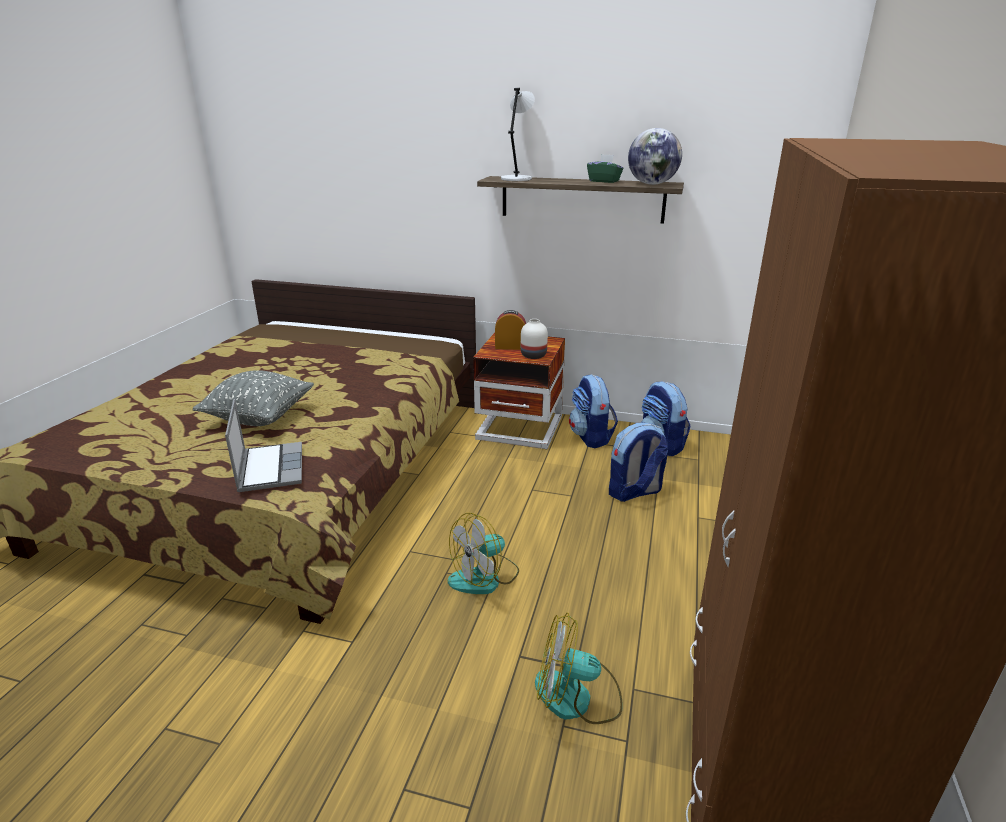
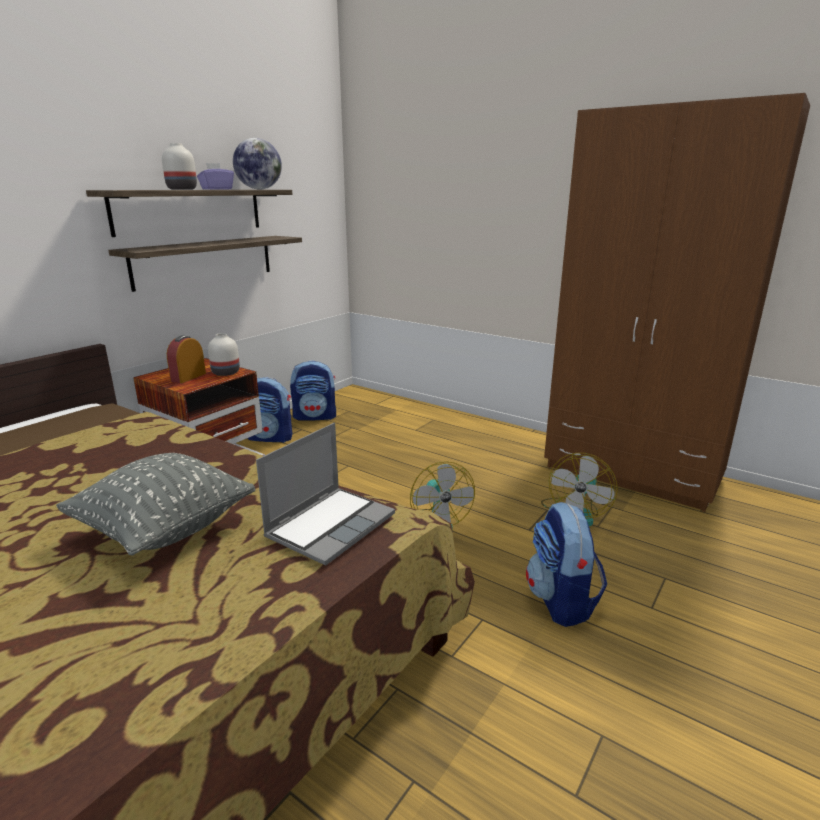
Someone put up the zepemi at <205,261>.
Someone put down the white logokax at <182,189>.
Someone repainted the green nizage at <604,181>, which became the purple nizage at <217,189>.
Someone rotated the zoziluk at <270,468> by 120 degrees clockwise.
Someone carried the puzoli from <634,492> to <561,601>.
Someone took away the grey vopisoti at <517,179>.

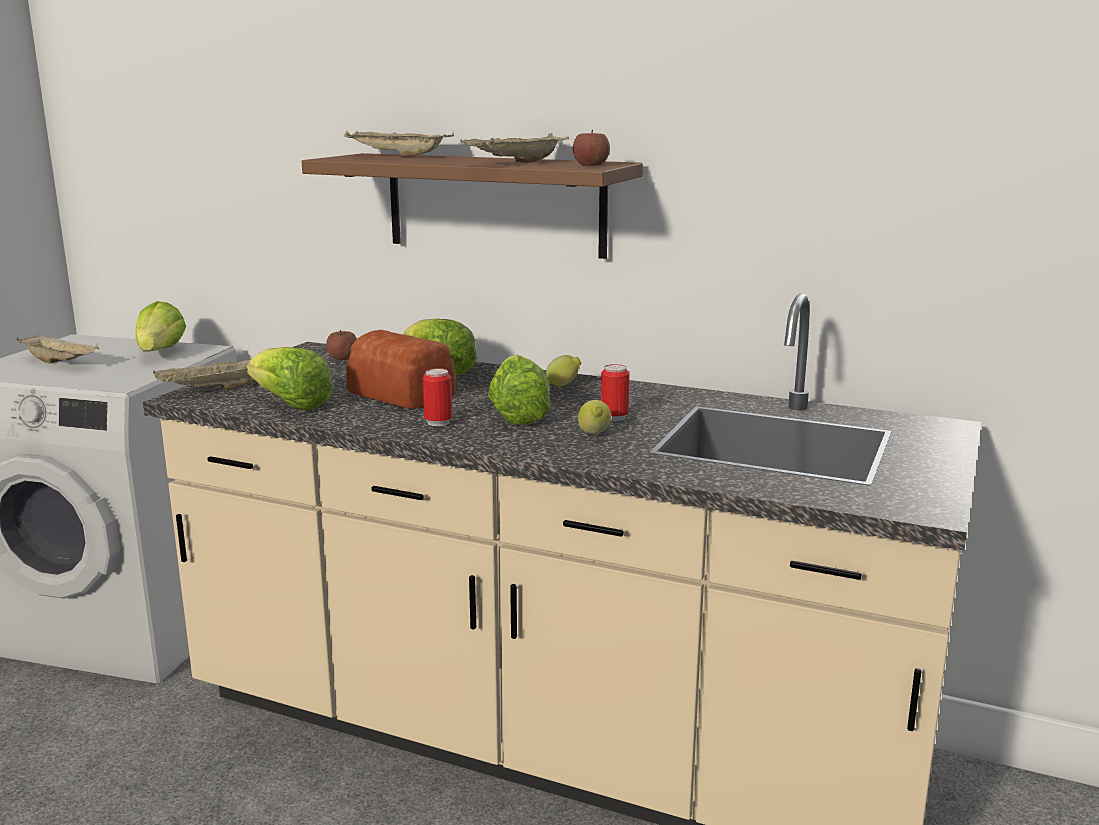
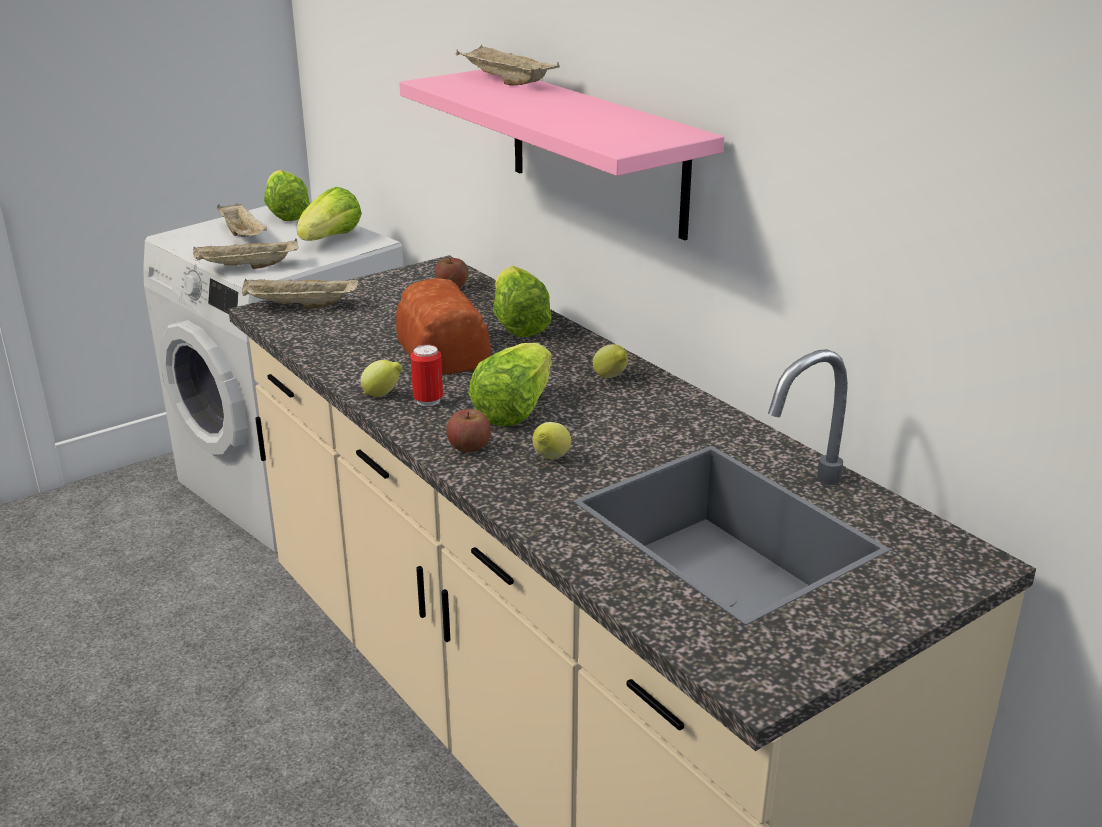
Someone carried the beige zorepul from <517,163> to <246,267>.
Someone carried the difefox from <290,404> to <286,214>.
Someone put down the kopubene at <383,394>.
Someone repainted the brown zepemi at <495,204>, which became the pink zepemi at <596,151>.
Someone carried the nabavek from <591,165> to <469,447>.
Someone took away the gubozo at <614,417>.

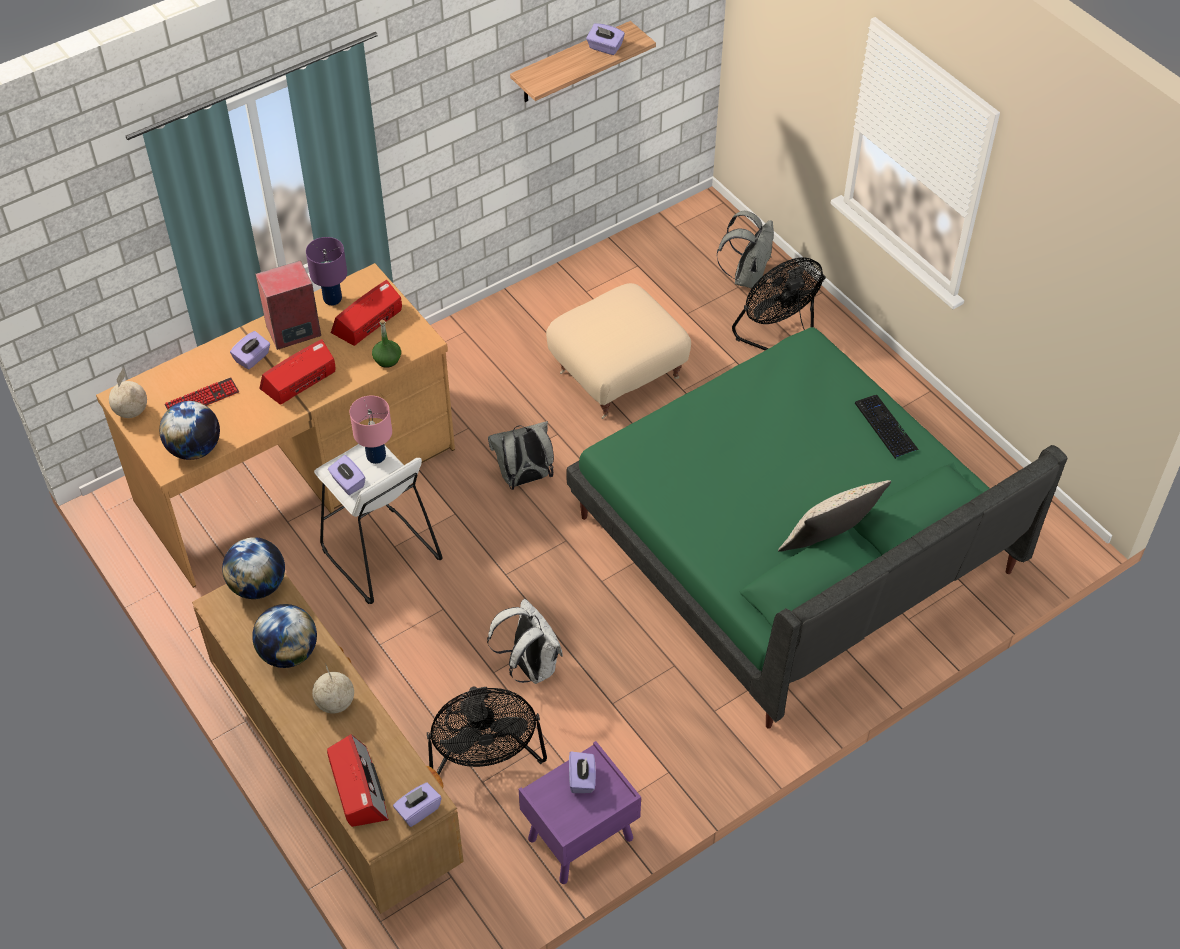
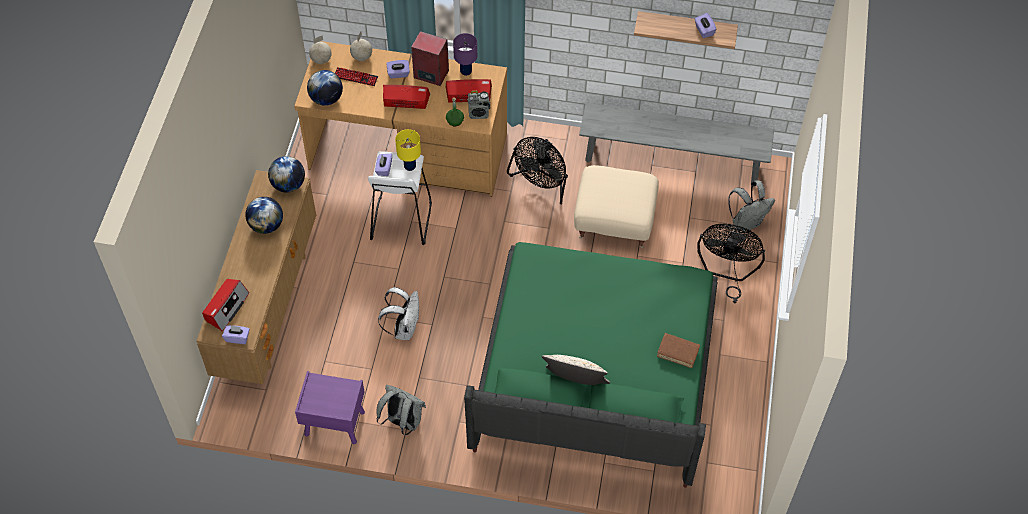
Someone carried the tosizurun from <335,702> to <362,57>.
Someone carried the grey puzoli from <524,479> to <402,422>.
Someone repainted the pink vopisoti at <377,458>, which became the yellow vopisoti at <410,167>.
Someone put down the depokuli at <479,114>.
Someone carried the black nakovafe from <481,752> to <540,180>.
Someone put down the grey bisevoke at <672,161>.
Someone swapped the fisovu at <885,427> for the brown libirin at <678,352>.
Someone took away the purple nizage at <582,779>.

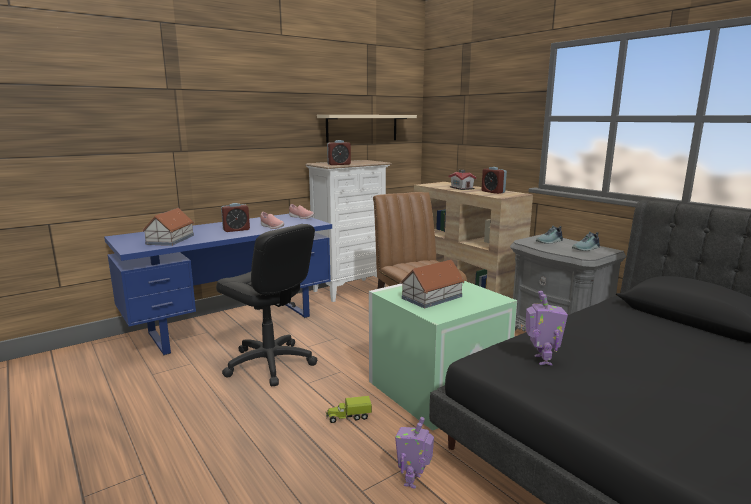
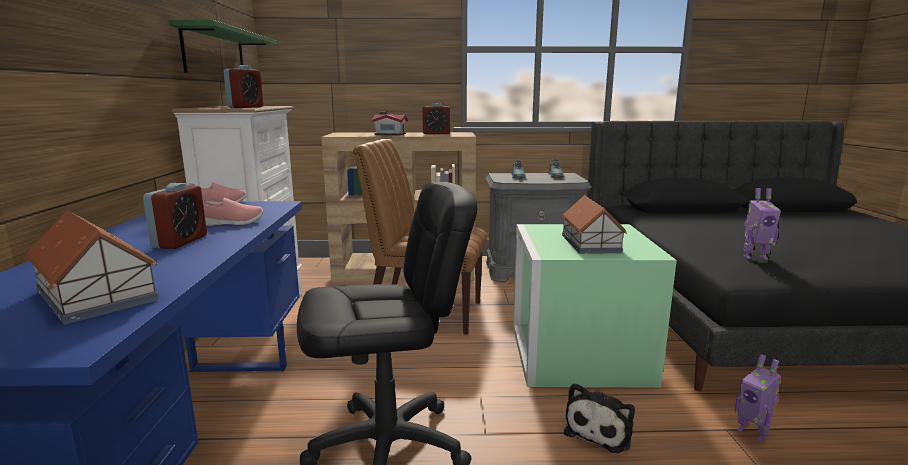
Someone repainted the beige zepemi at <362,128>, which became the green zepemi at <215,53>.
Someone swapped the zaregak at <348,417> for the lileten at <600,430>.
Someone rotated the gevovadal at <541,360> by 150 degrees clockwise.

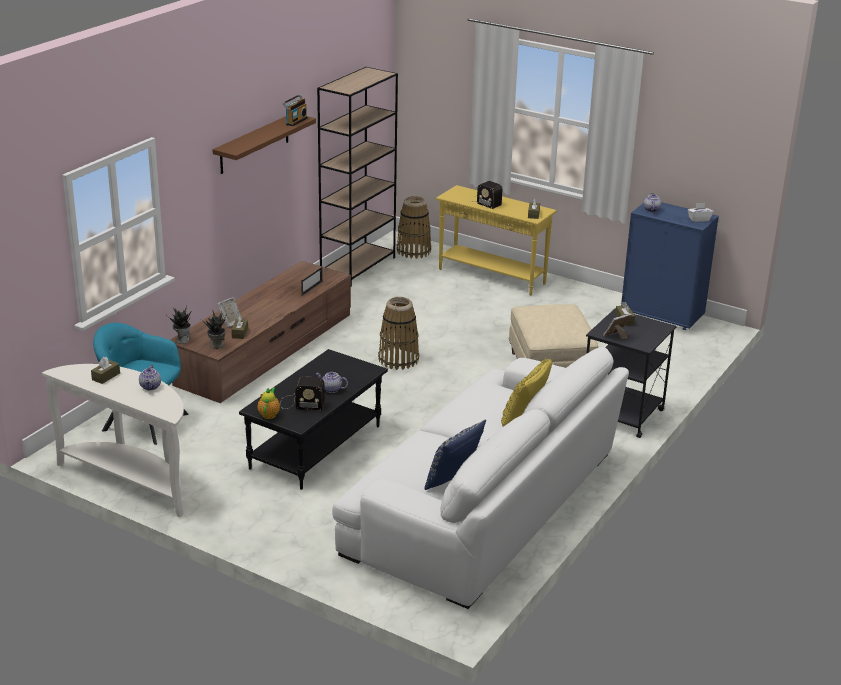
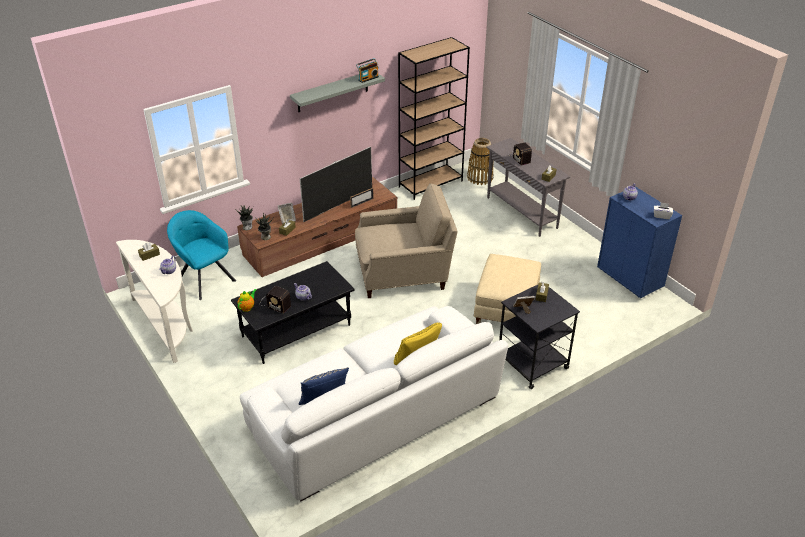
Someone repainted the brown zepemi at <254,143>, which became the grey zepemi at <333,91>.
Someone put down the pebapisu at <338,205>.
Someone swapped the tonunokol at <398,360> for the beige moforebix at <403,271>.
Someone repainted the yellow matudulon at <493,276>, which became the grey matudulon at <522,213>.

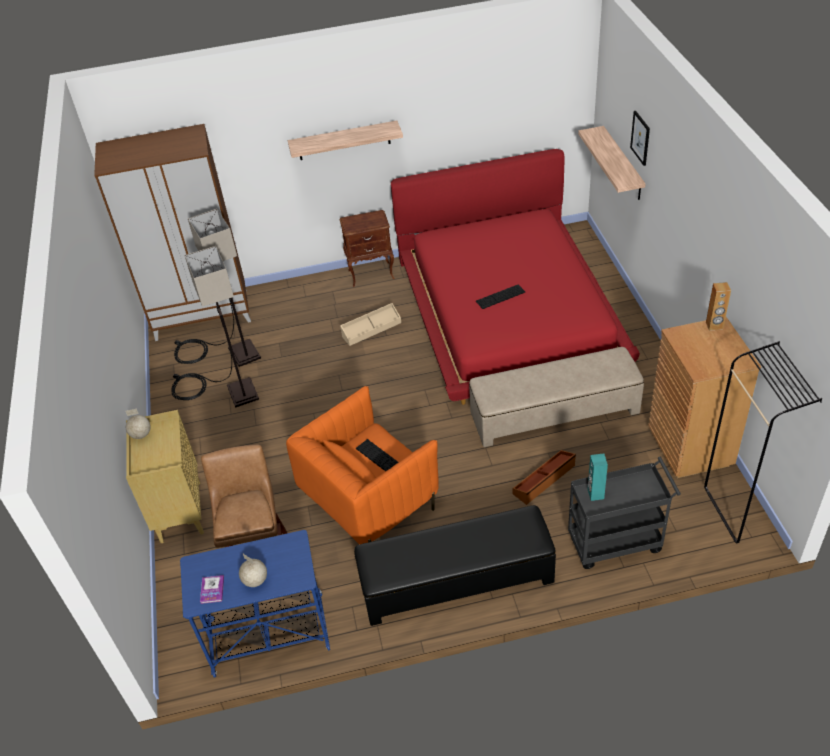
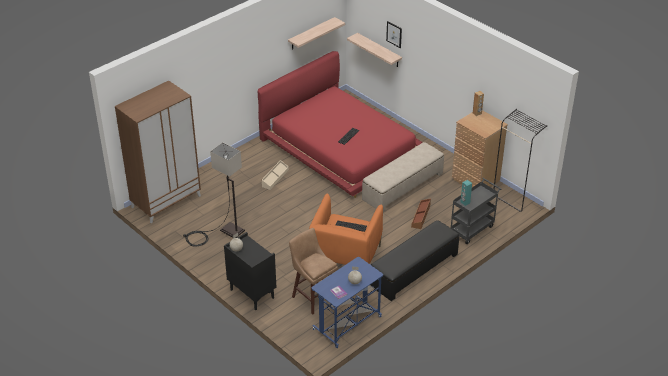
Someone repainted the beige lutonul at <180,511>, which became the black lutonul at <252,293>.
Someone carried the zepemi from <344,140> to <311,34>.
Someone took away the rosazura at <215,352>.
Someone took away the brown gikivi at <371,274>.

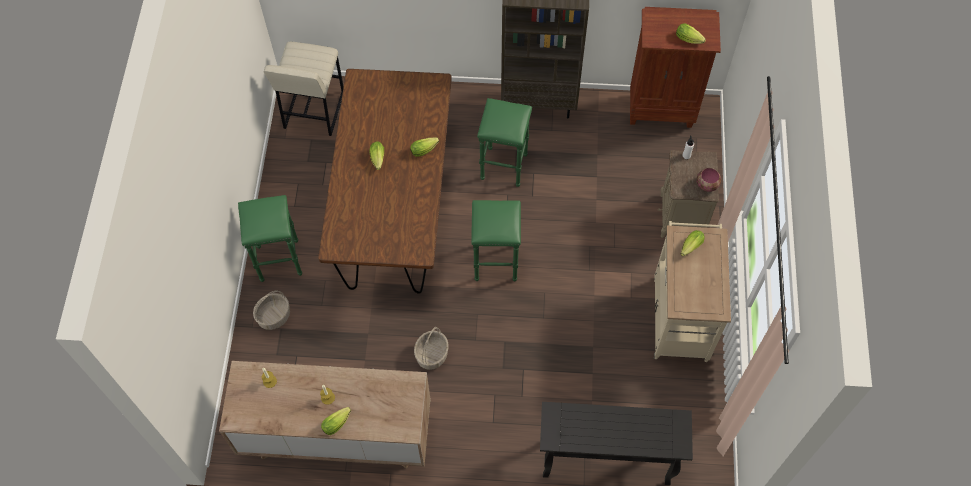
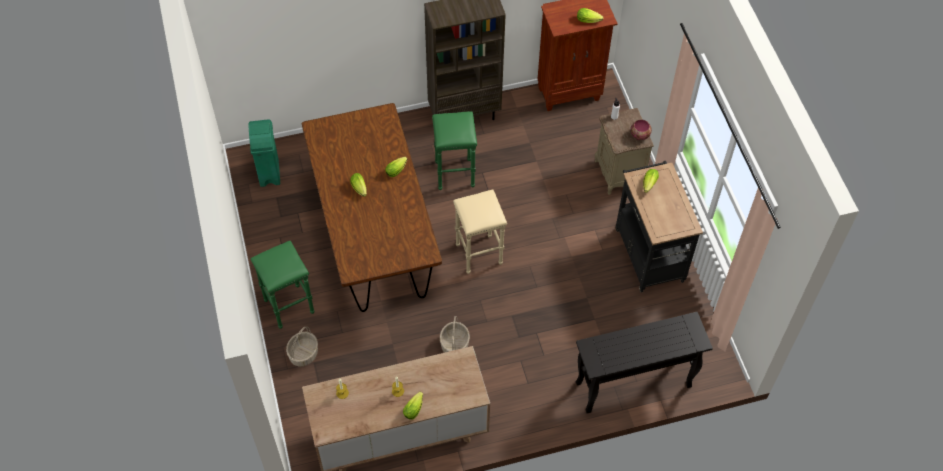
Someone swapped the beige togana at <313,111> for the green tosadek at <269,173>.
Someone repainted the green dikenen at <496,263>, which became the beige dikenen at <480,254>.
Someone repainted the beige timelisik at <679,316>, which became the black timelisik at <648,253>.

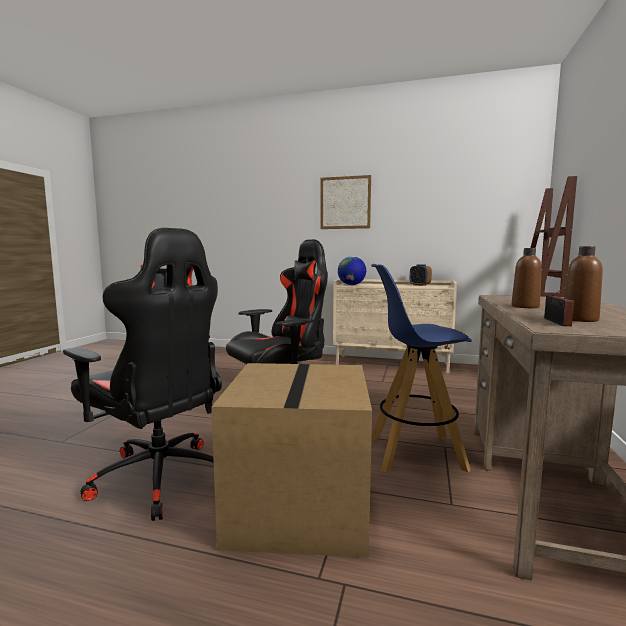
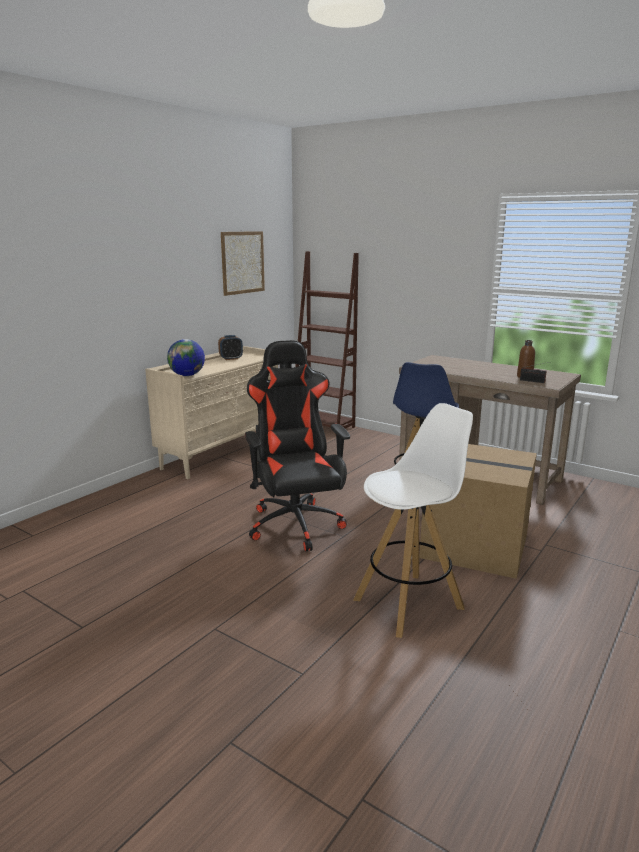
Someone carried the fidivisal from <345,202> to <242,261>.
Someone swapped the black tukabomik at <155,473> for the white dikenen at <409,603>.
Someone took away the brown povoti at <525,306>.

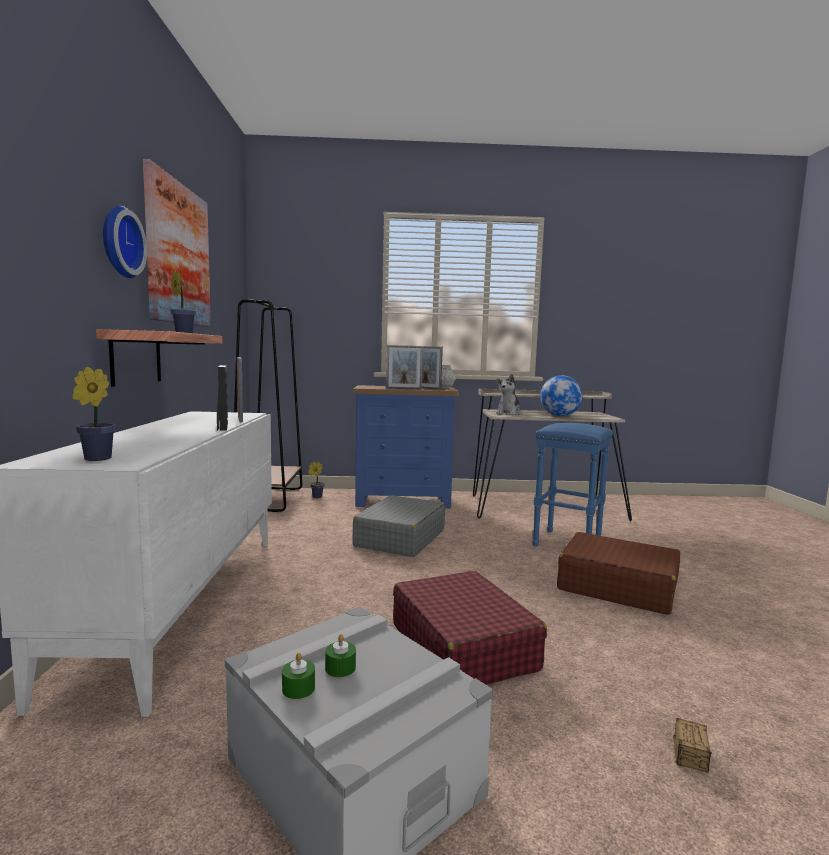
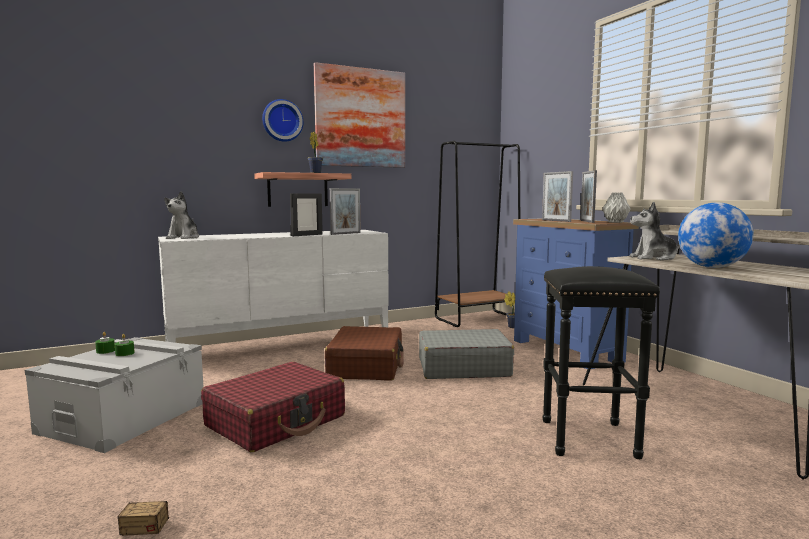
Someone swapped the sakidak at <94,459> for the lileten at <183,238>.
Someone carried the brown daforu from <616,587> to <366,366>.
Someone repainted the blue dikenen at <565,543>, which became the black dikenen at <586,437>.

